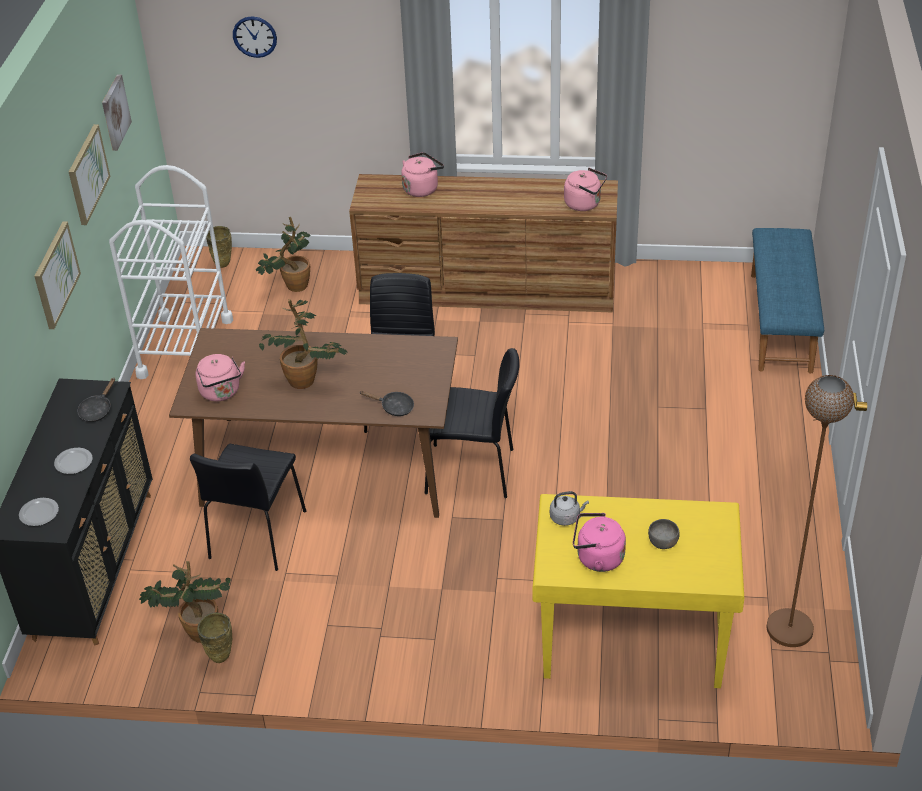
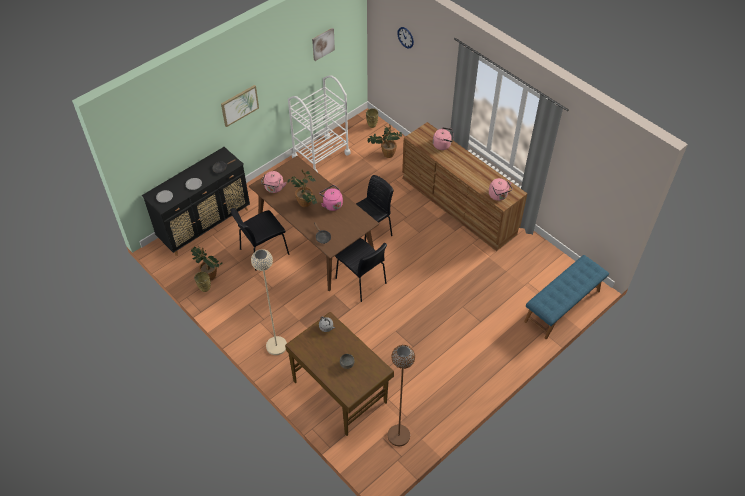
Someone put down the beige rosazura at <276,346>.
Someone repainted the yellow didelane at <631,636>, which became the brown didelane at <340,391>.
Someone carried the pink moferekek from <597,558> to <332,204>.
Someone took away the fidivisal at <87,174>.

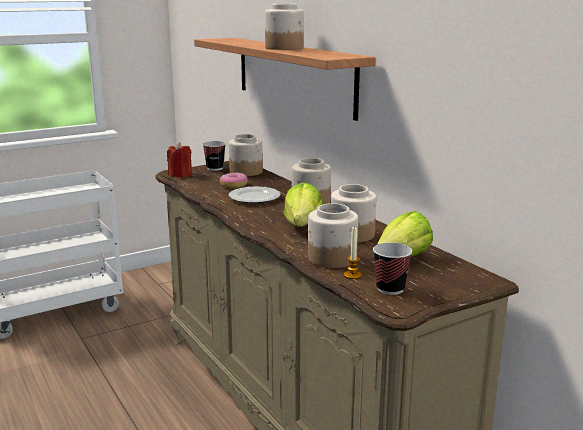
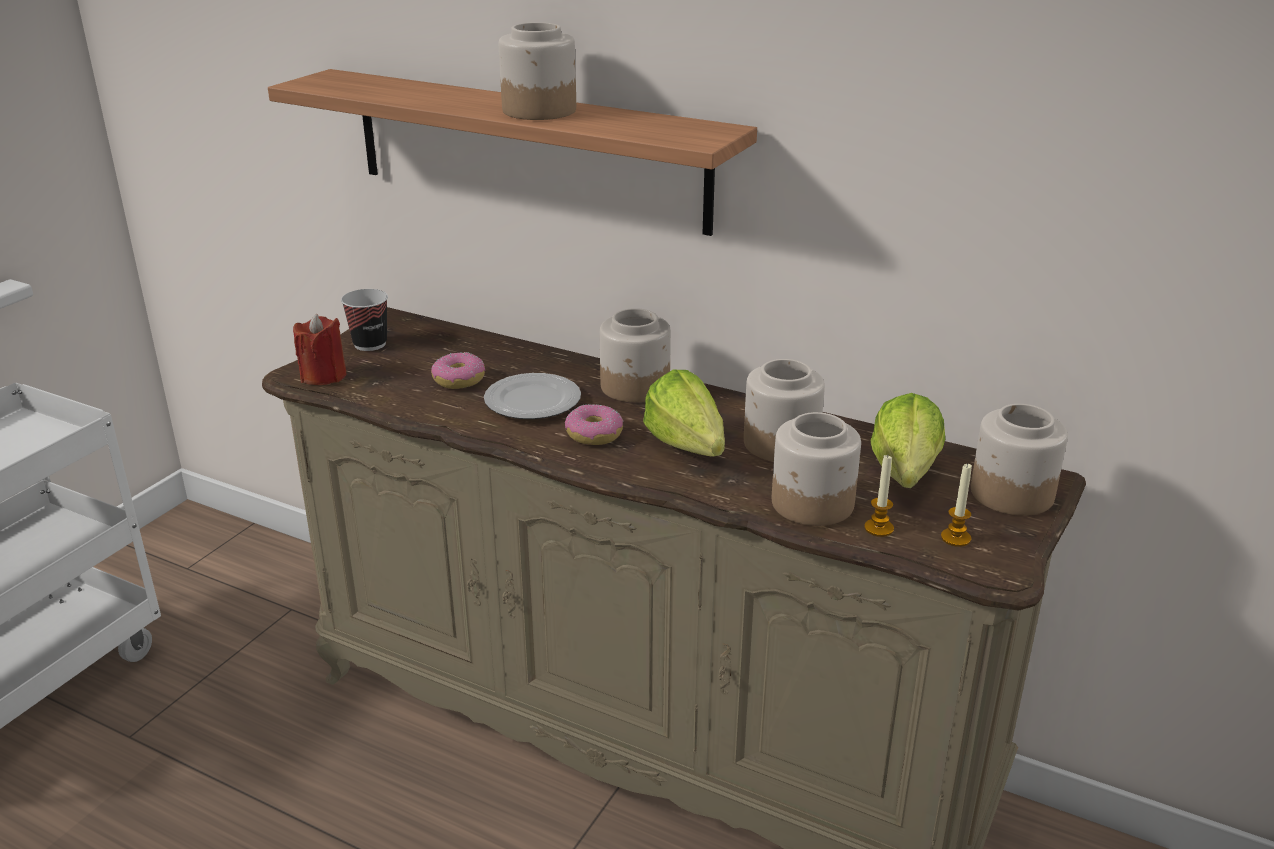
Someone put down the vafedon at <594,434>.
Someone swapped the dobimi at <390,289> for the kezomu at <955,538>.
Someone carried the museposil from <246,172> to <1011,493>.

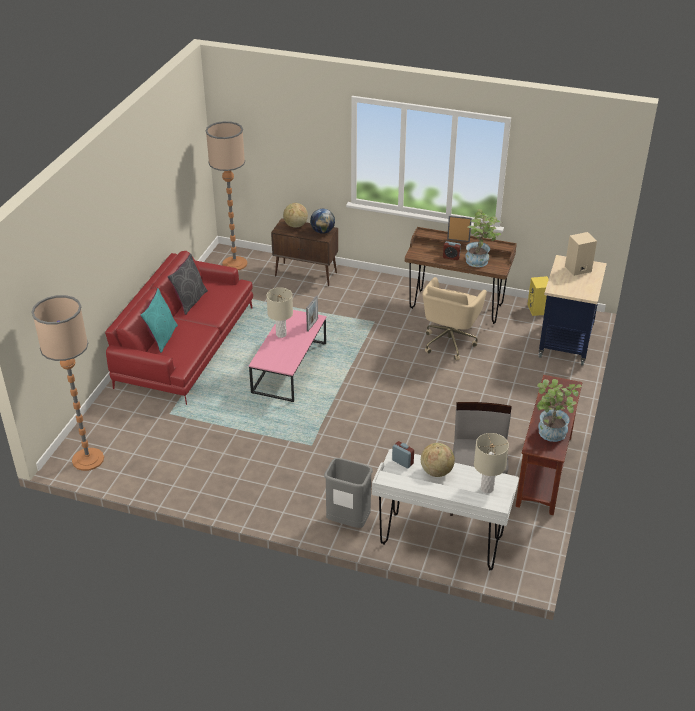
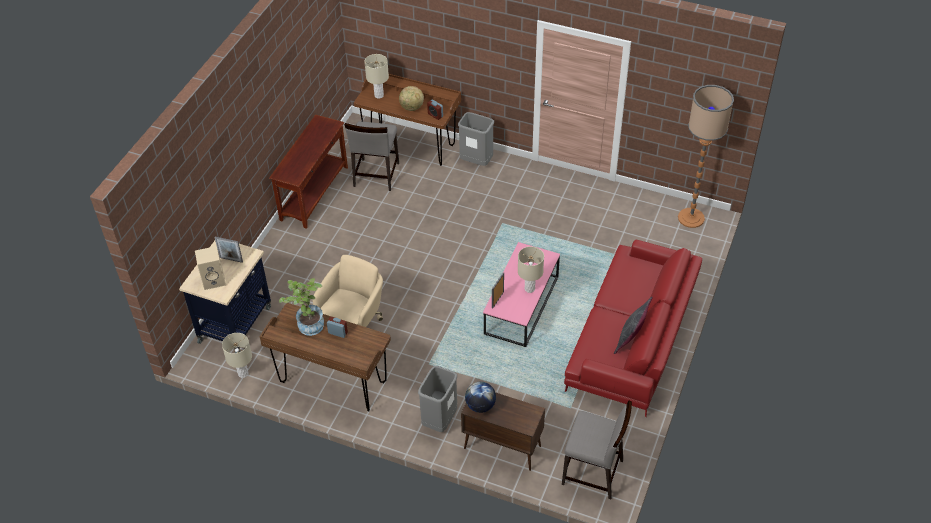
Someone carried the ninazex from <458,240> to <231,259>.
Someone swapped the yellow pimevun at <538,310> for the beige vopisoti at <243,373>.
Someone repainted the white didelane at <441,542>, which became the brown didelane at <410,145>.
Someone put down the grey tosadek at <439,420>.
Someone swapped the rosazura at <234,263> for the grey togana at <593,473>.
Someone took away the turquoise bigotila at <161,338>.
Someone took away the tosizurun at <295,225>.
Someone took away the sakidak at <550,435>.

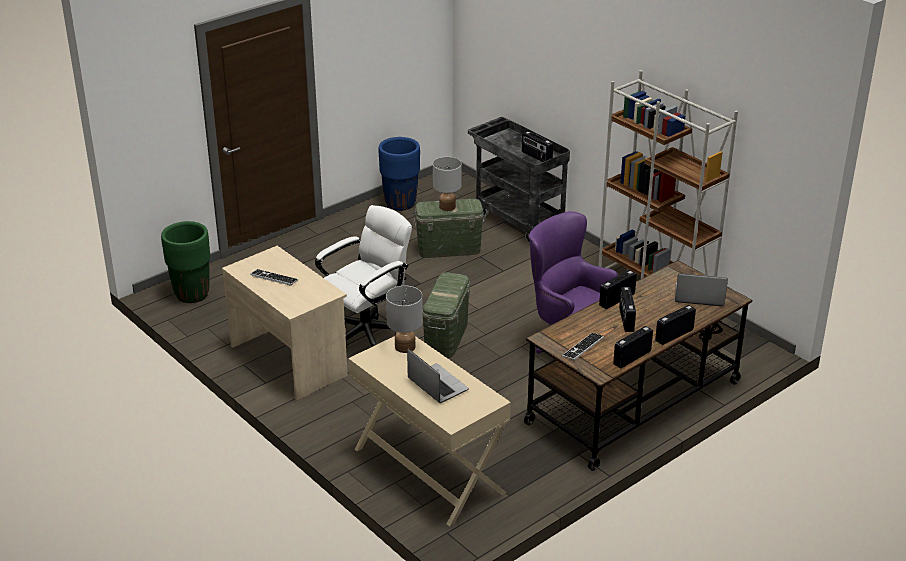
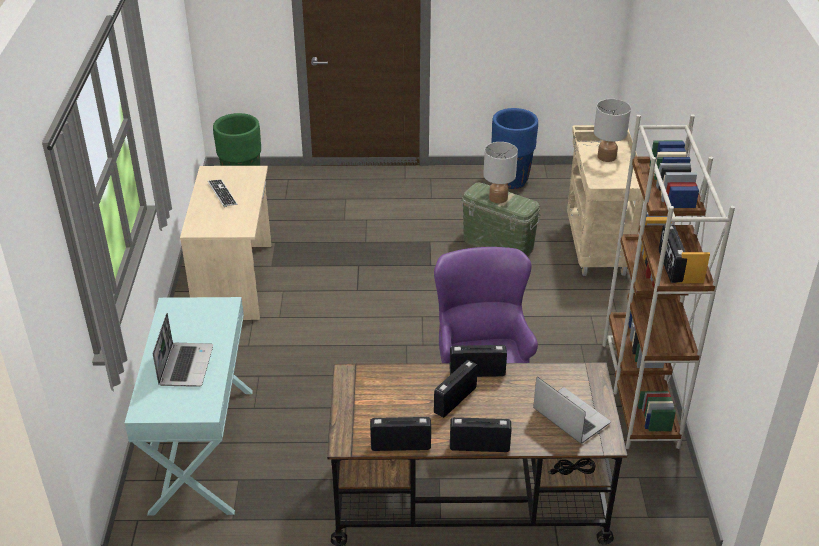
Someone repainted the beige didelane at <428,470>, which became the turquoise didelane at <202,449>.
Someone repainted the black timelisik at <516,222>, which became the beige timelisik at <596,246>.
Someone carried the grey vopisoti from <405,347> to <606,157>.
Someone carried the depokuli from <536,157> to <669,266>.
Someone took away the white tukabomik at <368,334>.
Someone took away the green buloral at <446,337>.
Someone took away the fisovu at <583,347>.

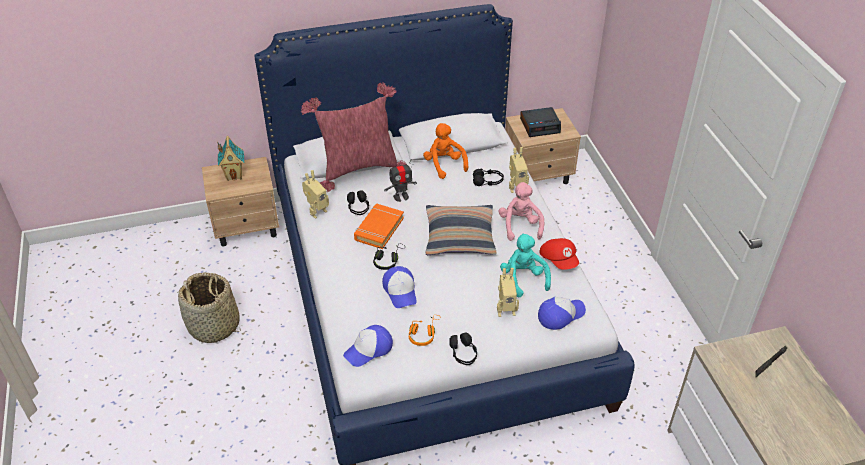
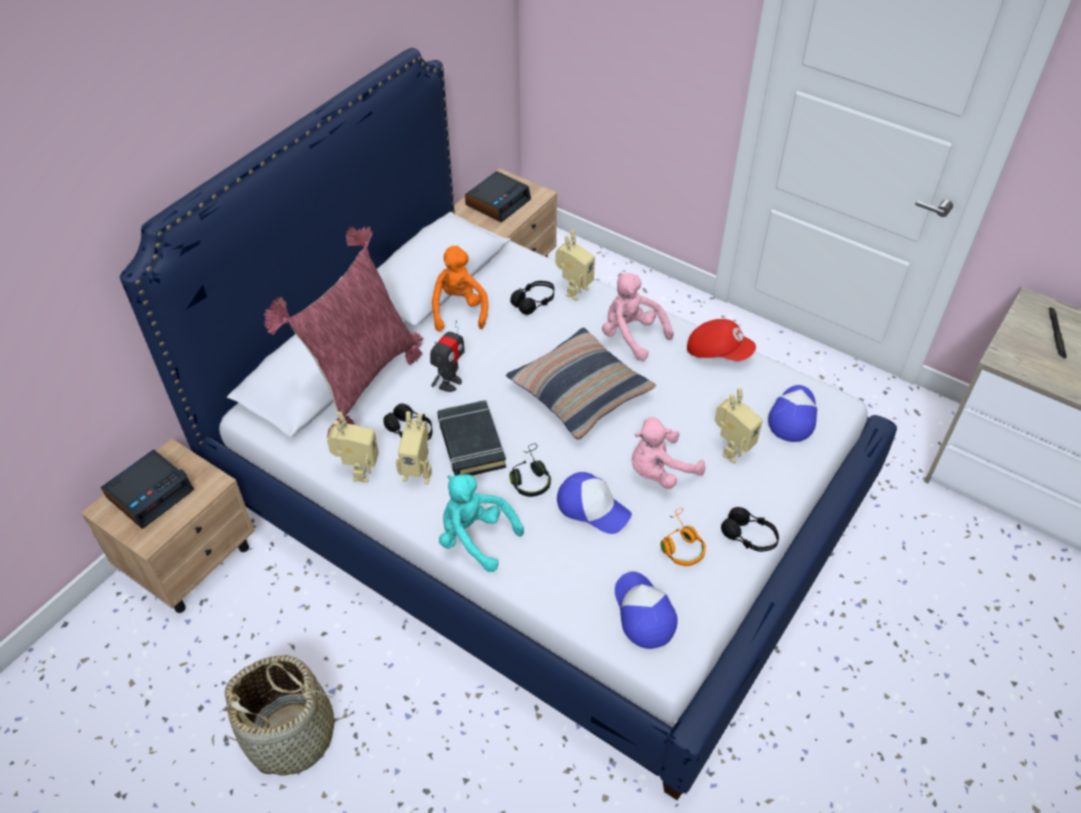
Someone swapped the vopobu at <234,175> for the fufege at <150,493>.
Someone put down the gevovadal at <418,472>.
Someone rotated the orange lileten at <444,164> by 60 degrees clockwise.
Someone repainted the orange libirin at <378,229>, which became the black libirin at <471,443>.
Someone carried the turquoise lileten from <523,278> to <475,537>.
Someone rotated the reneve at <369,349> by 150 degrees clockwise.
Someone put down the pink lileten at <659,471>.

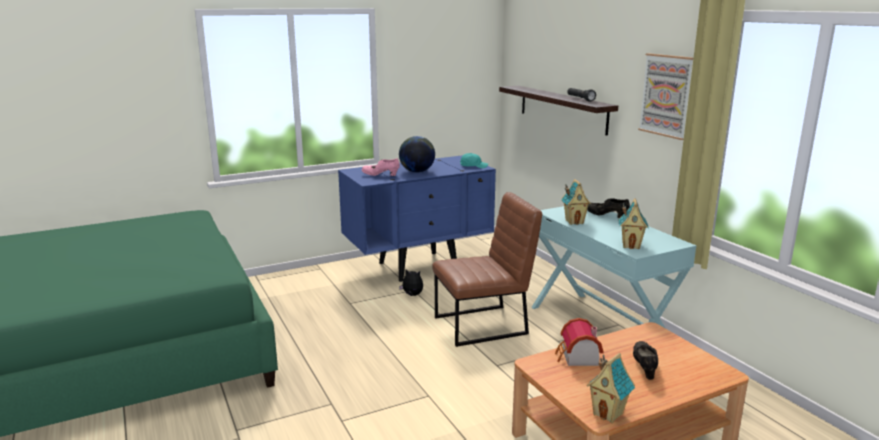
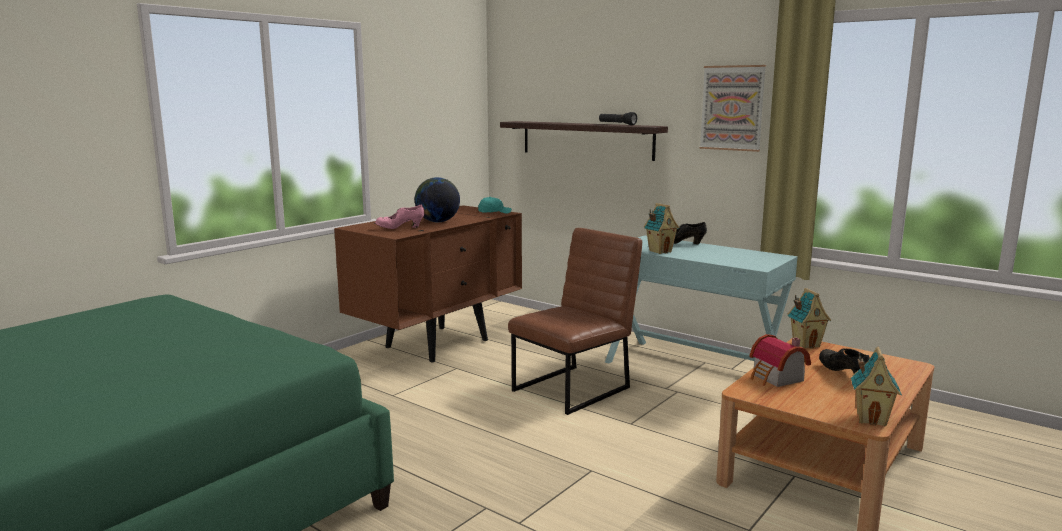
Someone repainted the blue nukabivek at <418,266>, which became the brown nukabivek at <437,344>.
Someone carried the vopobu from <631,245> to <806,344>.
Someone took away the lileten at <412,295>.

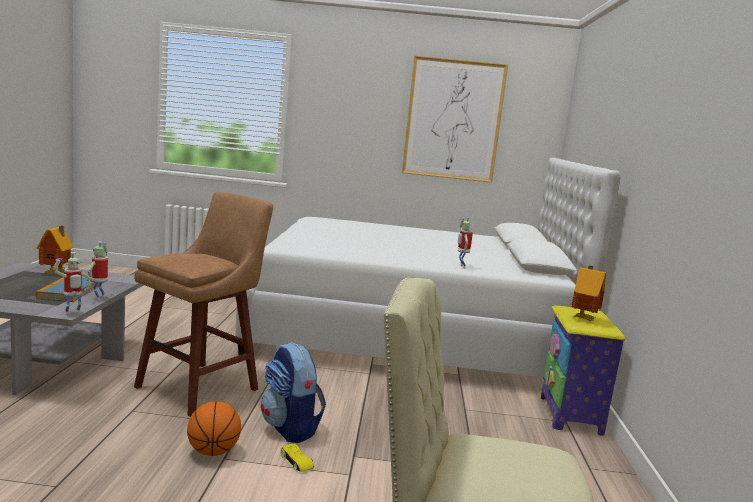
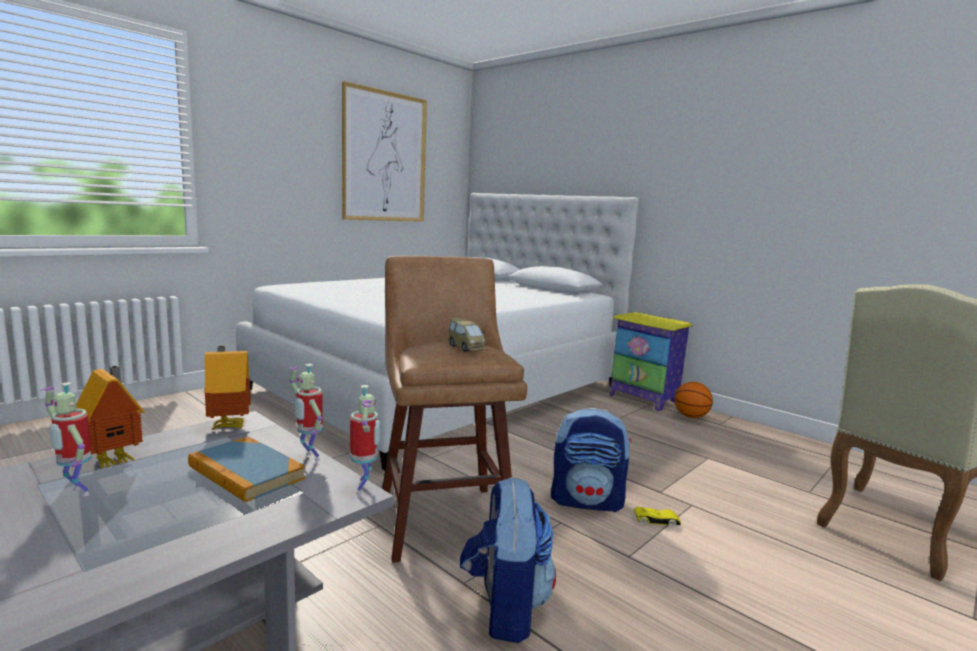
Someone carried the gevovadal from <461,266> to <76,493>.
Someone carried the vopobu from <584,318> to <229,426>.
Someone put down the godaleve at <466,347>.
Someone put down the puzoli at <504,608>.
Someone carried the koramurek from <213,452> to <691,416>.

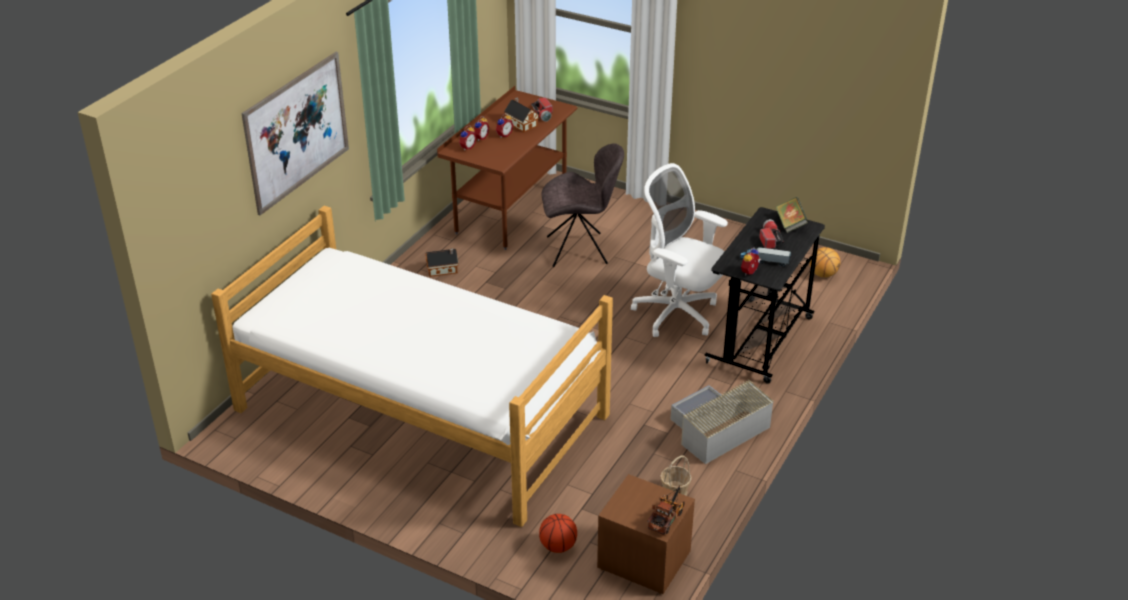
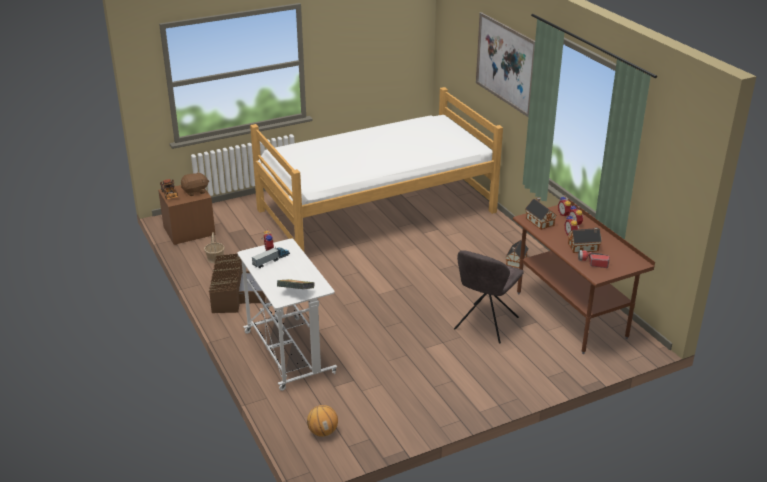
Someone put down the brown lileten at <195,191>.
Someone repainted the grey buloral at <716,430>, which became the brown buloral at <236,293>.
Someone repainted the black didelane at <759,340>, which became the white didelane at <289,352>.
Someone put down the vopobu at <539,221>.
Someone took away the koramurek at <558,546>.
Someone took away the white tukabomik at <681,314>.
Someone took away the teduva at <769,239>.

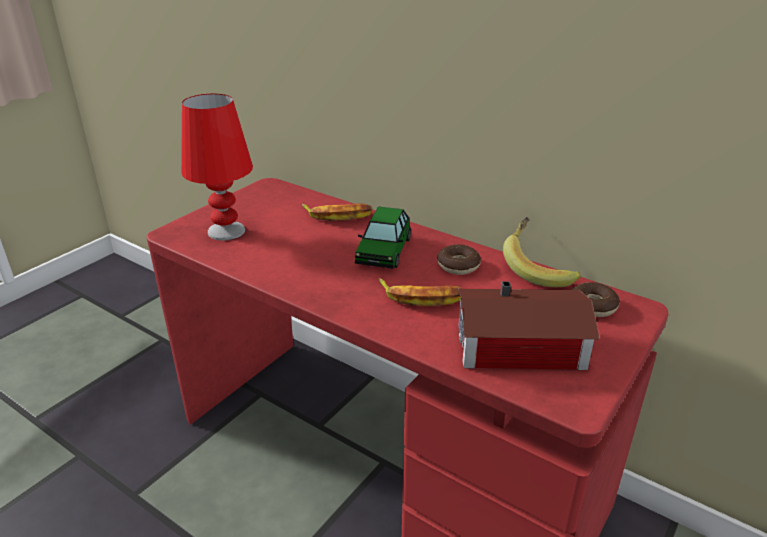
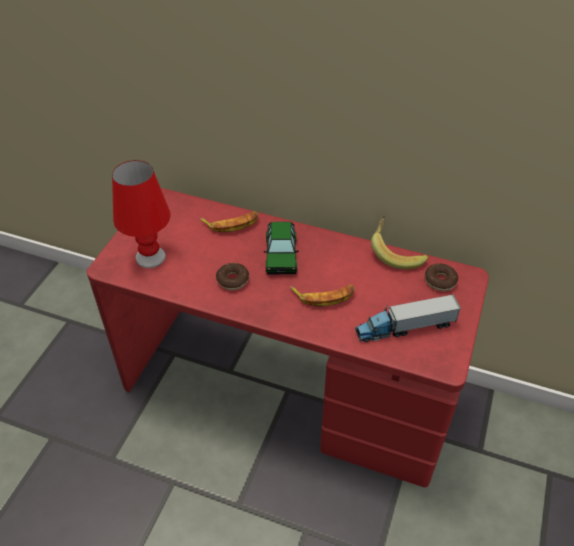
Someone carried the vafedon from <458,266> to <233,280>.
Someone swapped the vopobu at <524,348> for the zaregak at <405,327>.

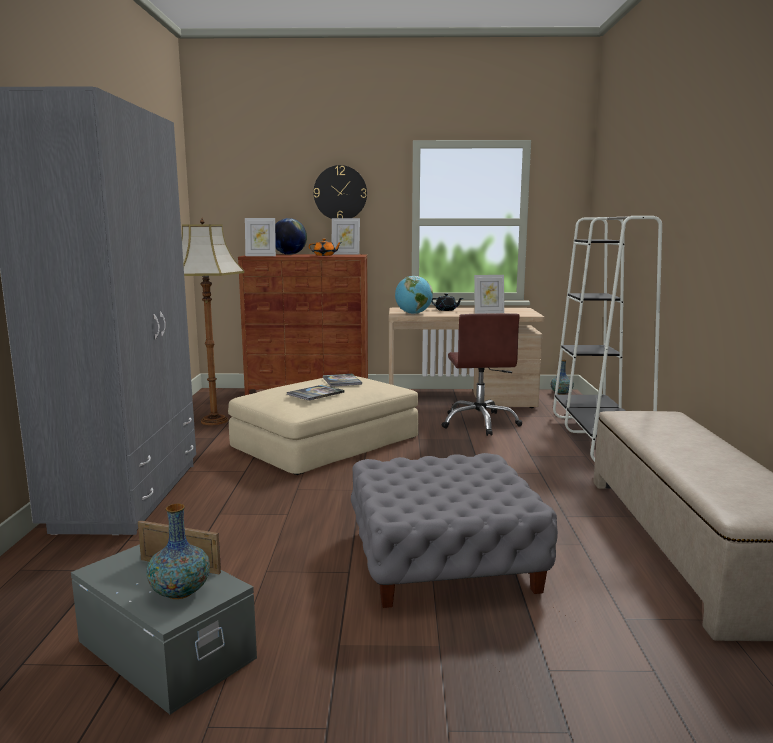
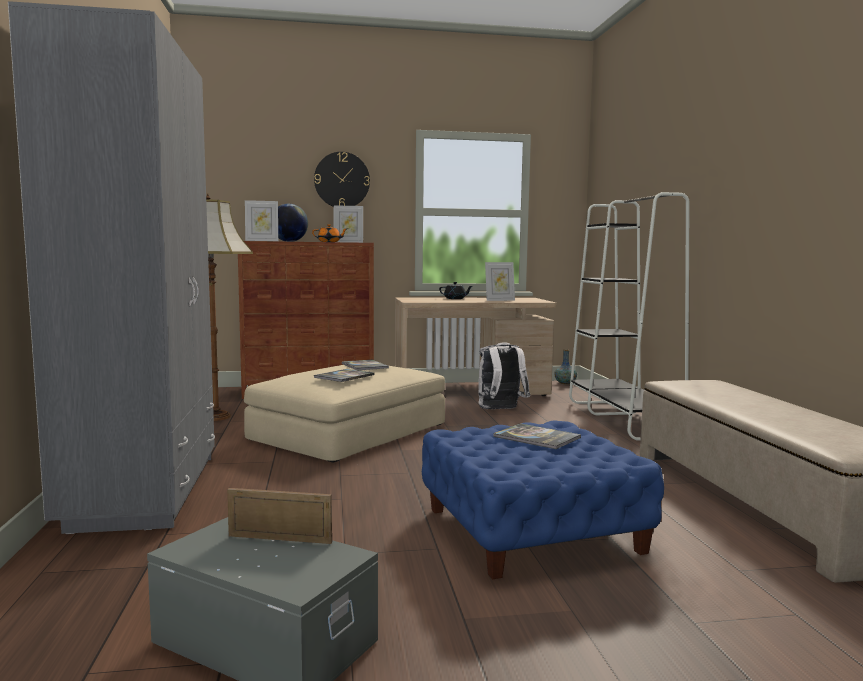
Someone repainted the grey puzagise at <443,559>, which became the blue puzagise at <531,530>.
Someone swapped the brown tukabomik at <480,423> for the white puzoli at <500,410>.
Someone put down the libirin at <536,437>.
Someone took away the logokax at <180,592>.
Someone took away the tosizurun at <413,314>.

